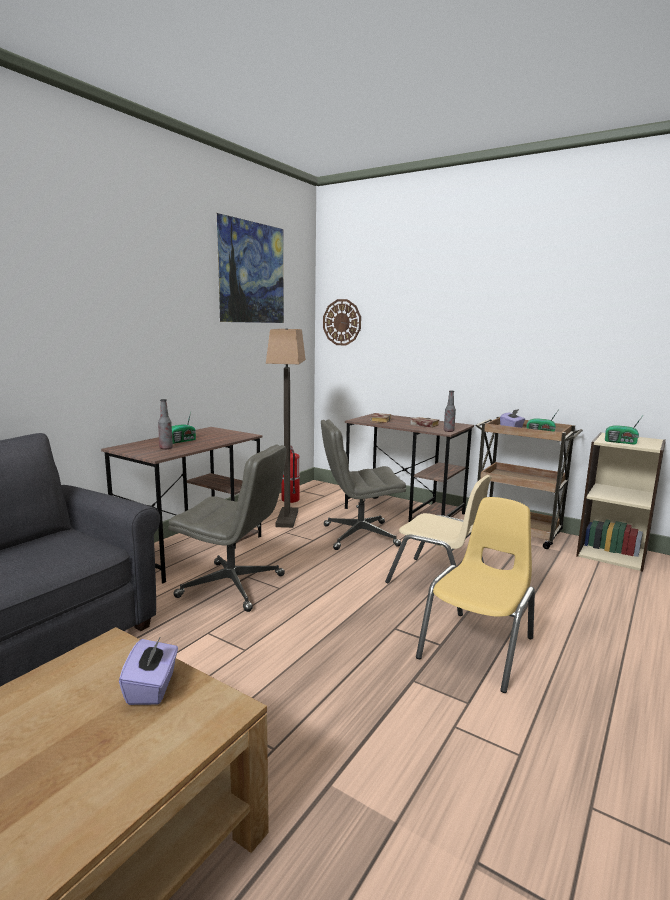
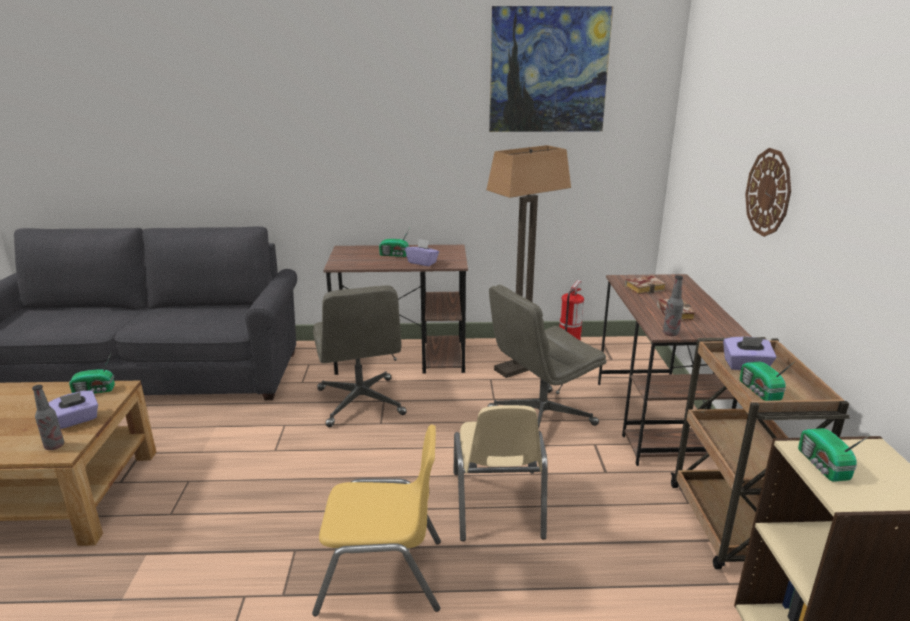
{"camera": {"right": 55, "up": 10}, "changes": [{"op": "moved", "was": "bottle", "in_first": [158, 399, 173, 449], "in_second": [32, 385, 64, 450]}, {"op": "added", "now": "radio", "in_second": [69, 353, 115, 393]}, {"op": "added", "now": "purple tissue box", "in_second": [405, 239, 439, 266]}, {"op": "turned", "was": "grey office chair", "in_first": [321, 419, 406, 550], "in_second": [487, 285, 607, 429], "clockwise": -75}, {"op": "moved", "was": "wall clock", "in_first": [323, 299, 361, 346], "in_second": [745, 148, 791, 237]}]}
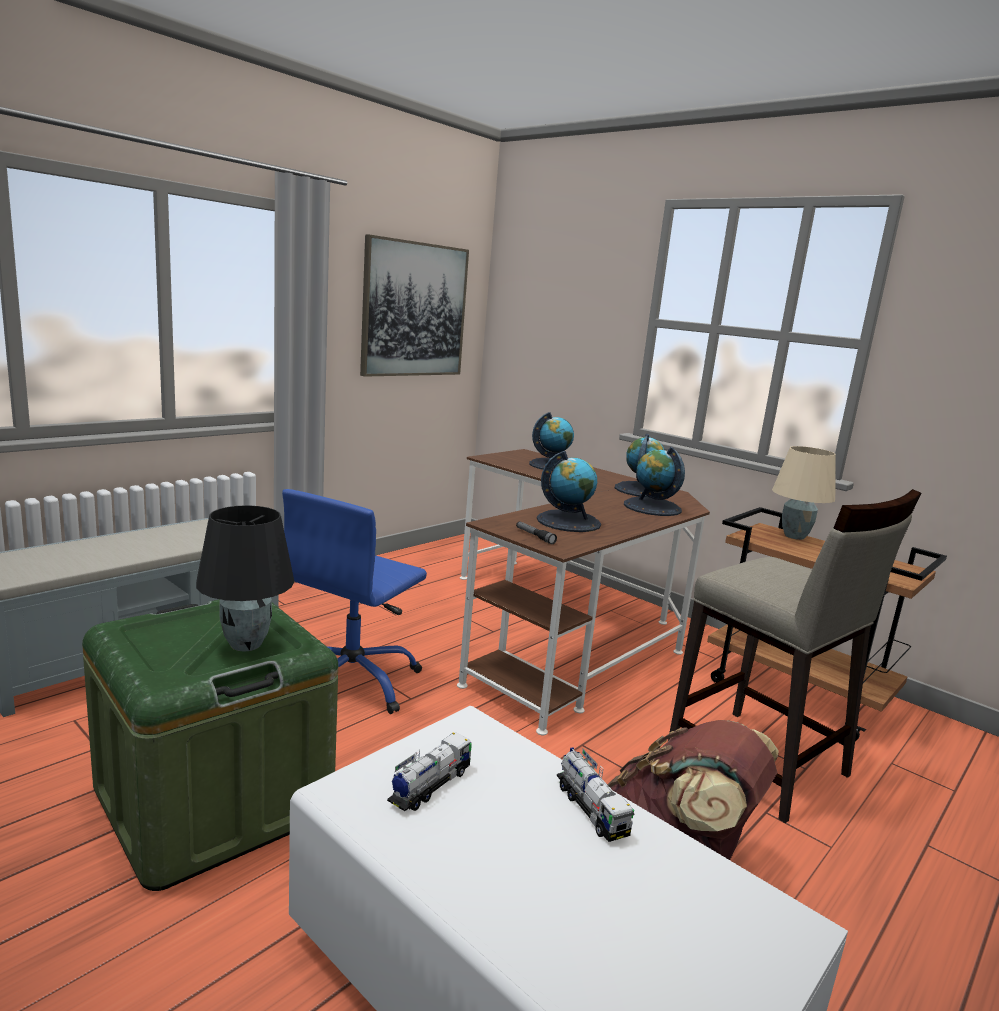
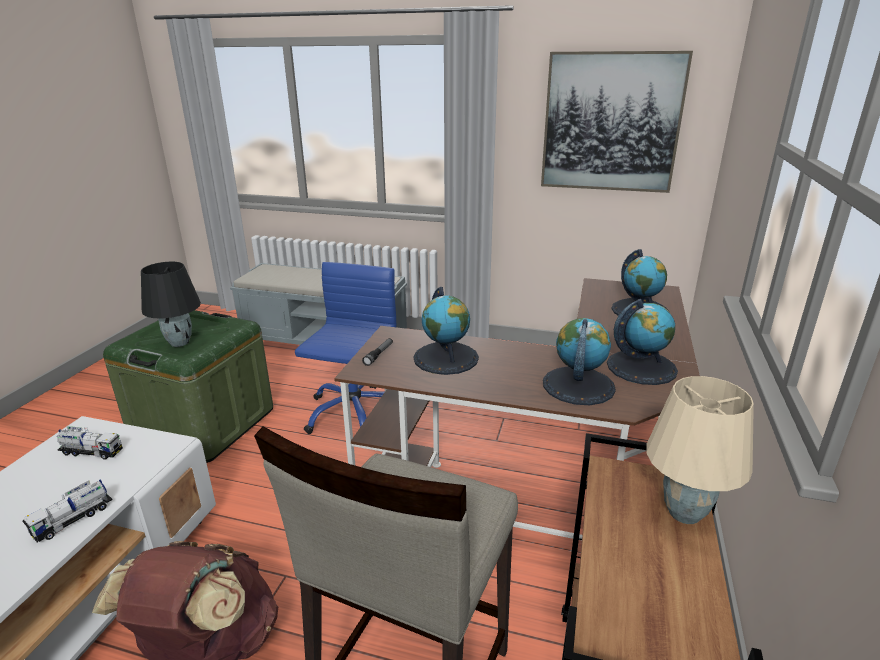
{"camera": {"right": 65, "up": 10}, "changes": [{"op": "turned", "was": "blue office chair", "in_first": [282, 489, 427, 714], "in_second": [295, 262, 396, 434], "clockwise": 105}]}
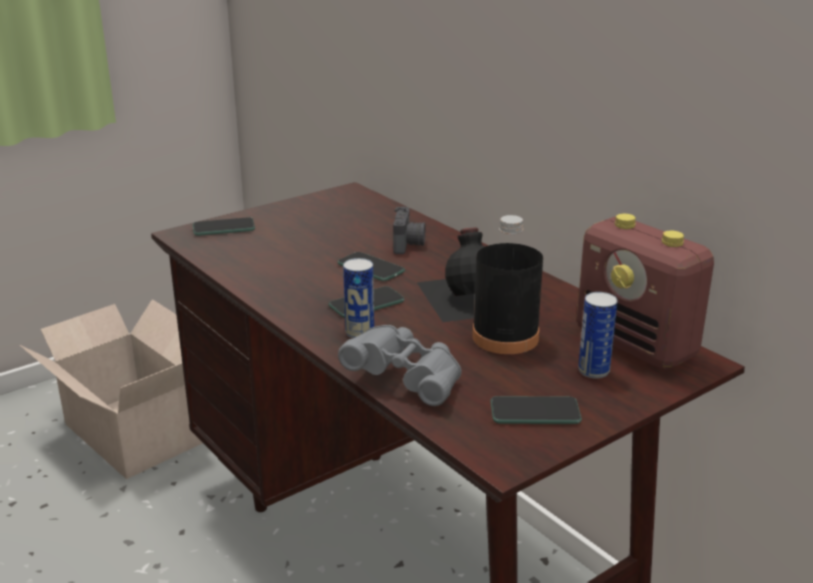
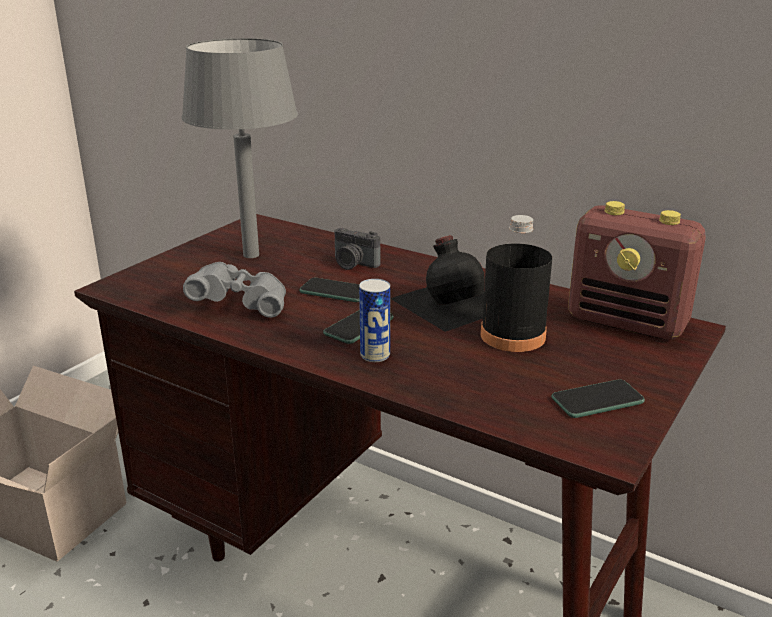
{"camera": {"right": -20, "up": 0}, "changes": [{"op": "added", "now": "grey table lamp", "in_second": [182, 38, 298, 258]}, {"op": "moved", "was": "grey binoculars", "in_first": [338, 325, 462, 406], "in_second": [183, 262, 286, 318]}, {"op": "turned", "was": "photo camera", "in_first": [393, 207, 425, 254], "in_second": [334, 228, 381, 270], "clockwise": 135}, {"op": "removed", "was": "phone", "in_first": [193, 217, 255, 236]}, {"op": "removed", "was": "can", "in_first": [578, 292, 618, 379]}]}
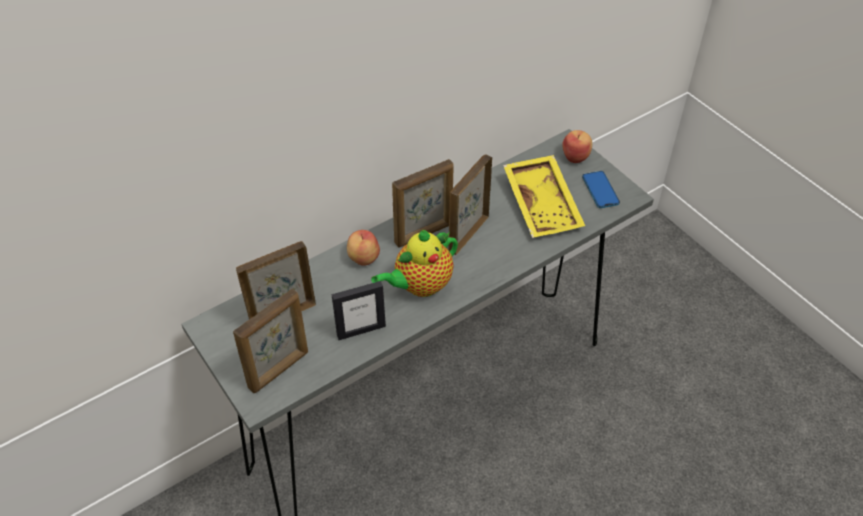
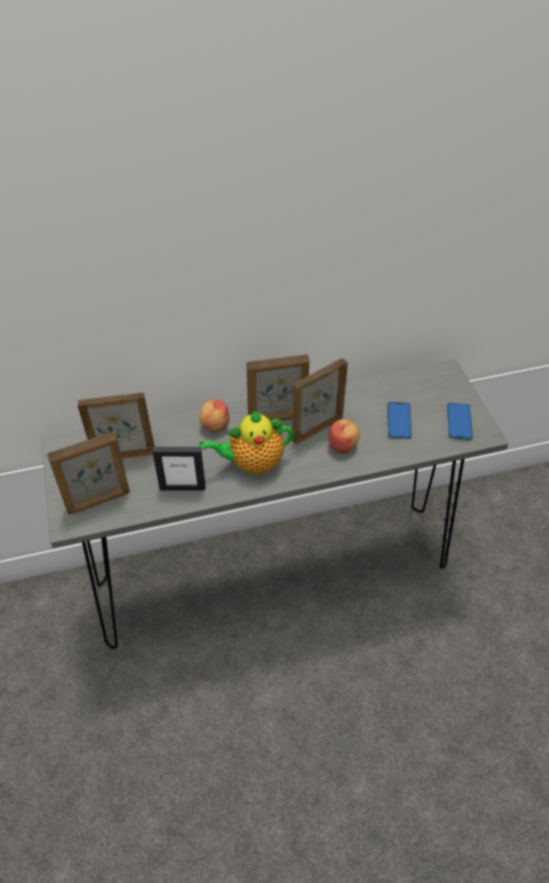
{"camera": {"right": 20, "up": 0}, "changes": [{"op": "moved", "was": "apple", "in_first": [562, 130, 592, 163], "in_second": [329, 419, 360, 453]}, {"op": "replaced", "was": "yellow tray", "now": "phone", "in_first": [503, 155, 585, 238], "in_second": [388, 402, 412, 439]}]}
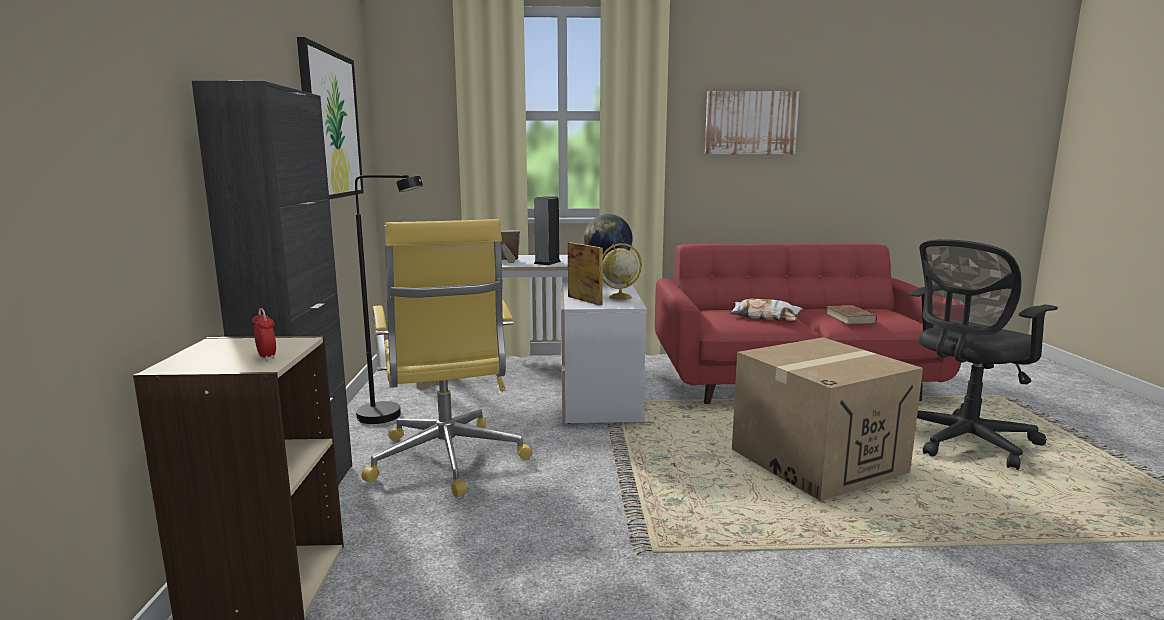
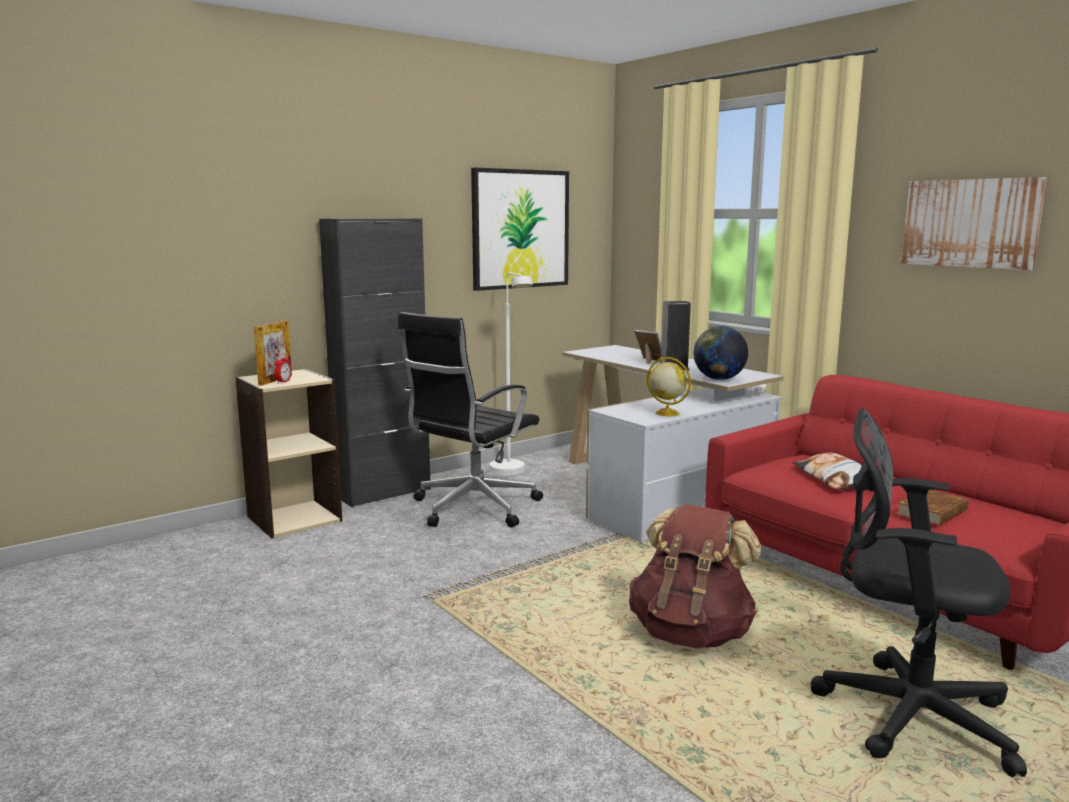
{"camera": {"right": 55, "up": 0}, "changes": [{"op": "moved", "was": "picture frame", "in_first": [568, 242, 603, 305], "in_second": [254, 320, 292, 386]}, {"op": "recoloured", "was": "yellow office chair", "now": "black office chair", "in_first": [361, 219, 532, 497], "in_second": [398, 312, 543, 528]}, {"op": "recoloured", "was": "black floor lamp", "now": "white floor lamp", "in_first": [355, 175, 423, 424], "in_second": [490, 272, 532, 475]}, {"op": "replaced", "was": "cardboard box", "now": "brown backpack", "in_first": [732, 337, 923, 501], "in_second": [629, 504, 761, 649]}]}
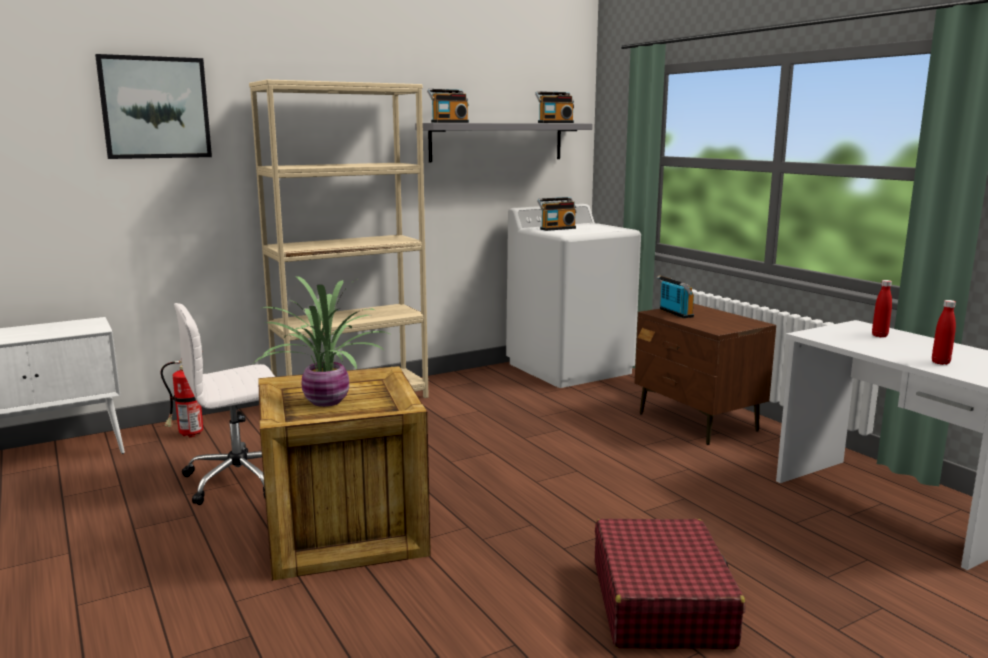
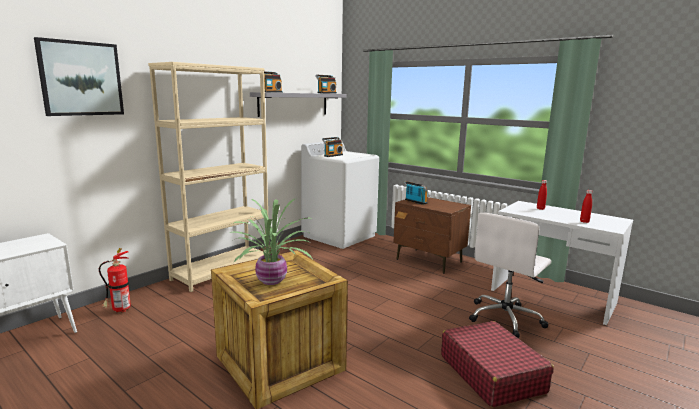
{"camera": {"right": -20, "up": 0}, "changes": [{"op": "moved", "was": "white office chair", "in_first": [174, 303, 275, 505], "in_second": [469, 213, 551, 338]}]}
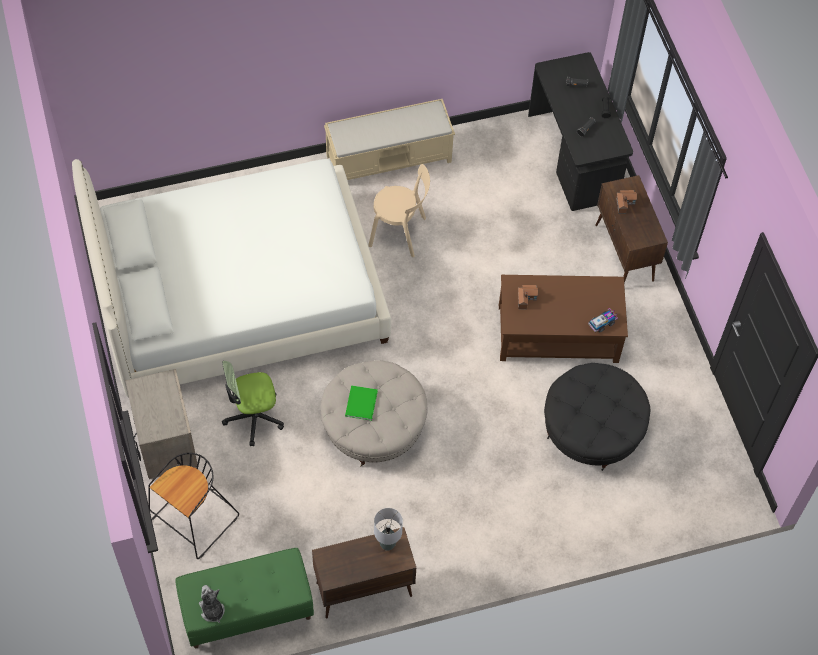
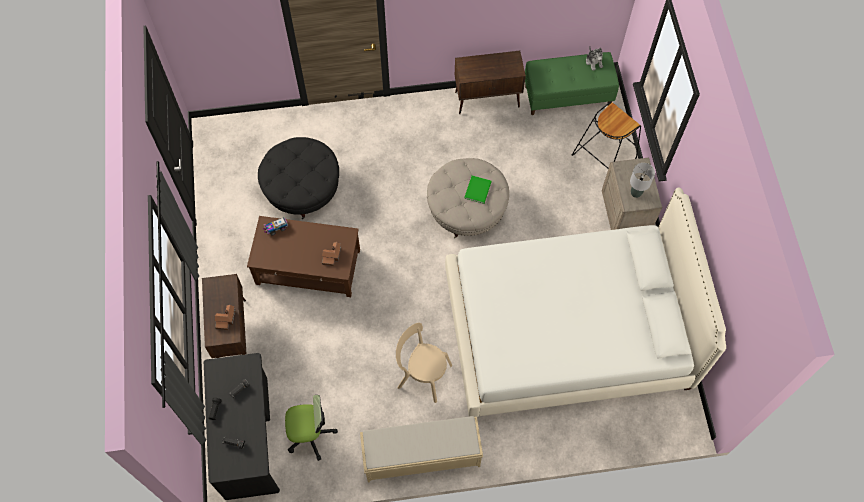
{"camera": {"right": -170, "up": 5}, "changes": [{"op": "moved", "was": "office chair", "in_first": [222, 361, 284, 446], "in_second": [285, 395, 338, 461]}, {"op": "moved", "was": "grey table lamp", "in_first": [374, 508, 403, 551], "in_second": [630, 163, 655, 198]}]}
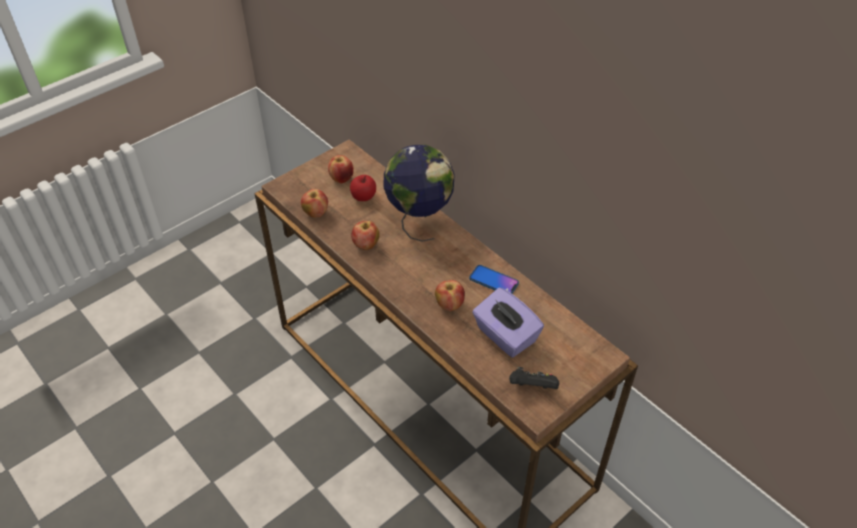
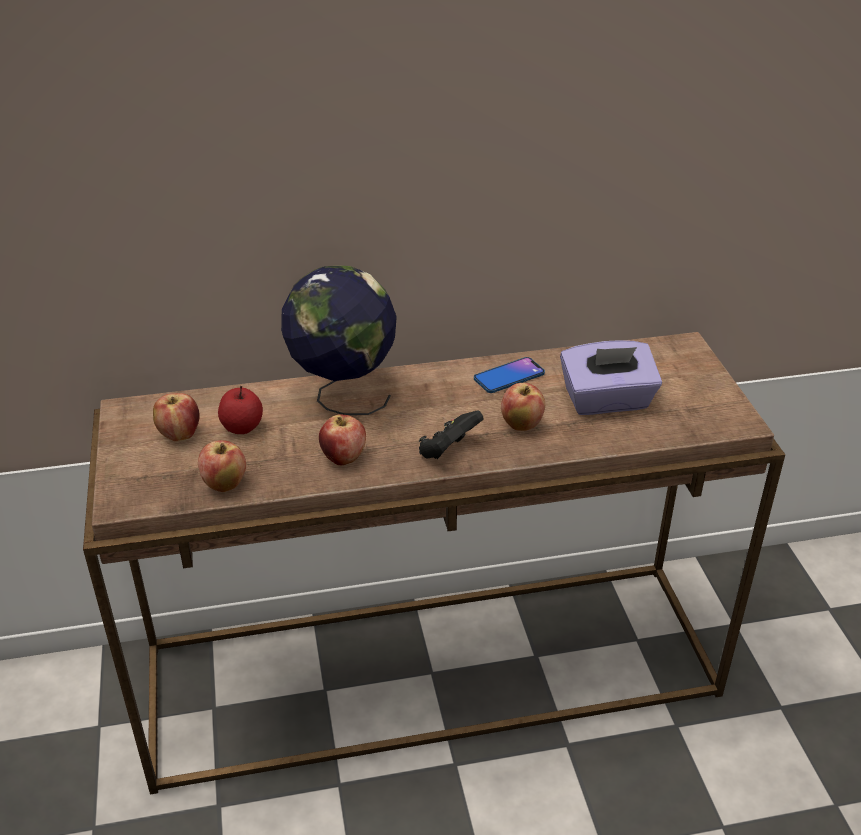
{"camera": {"right": -60, "up": -10}, "changes": [{"op": "moved", "was": "black game controller", "in_first": [509, 367, 559, 389], "in_second": [419, 410, 484, 459]}]}
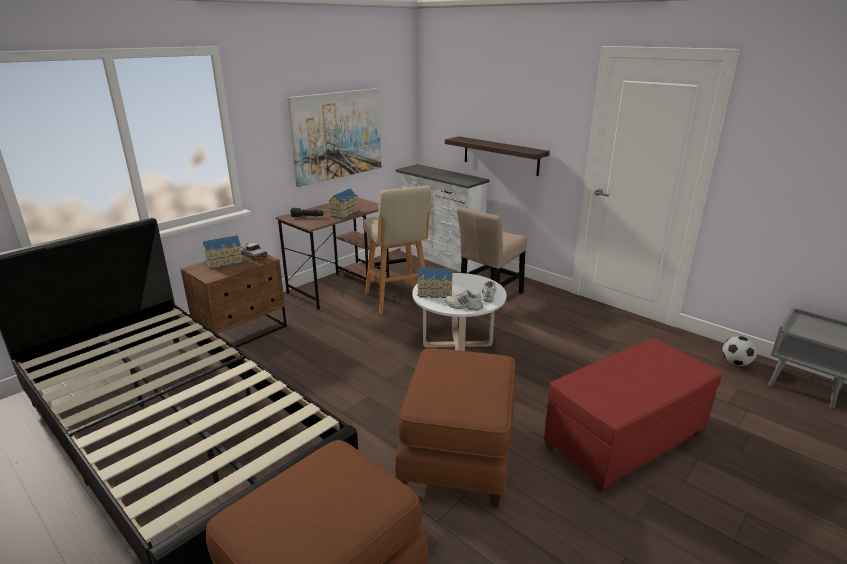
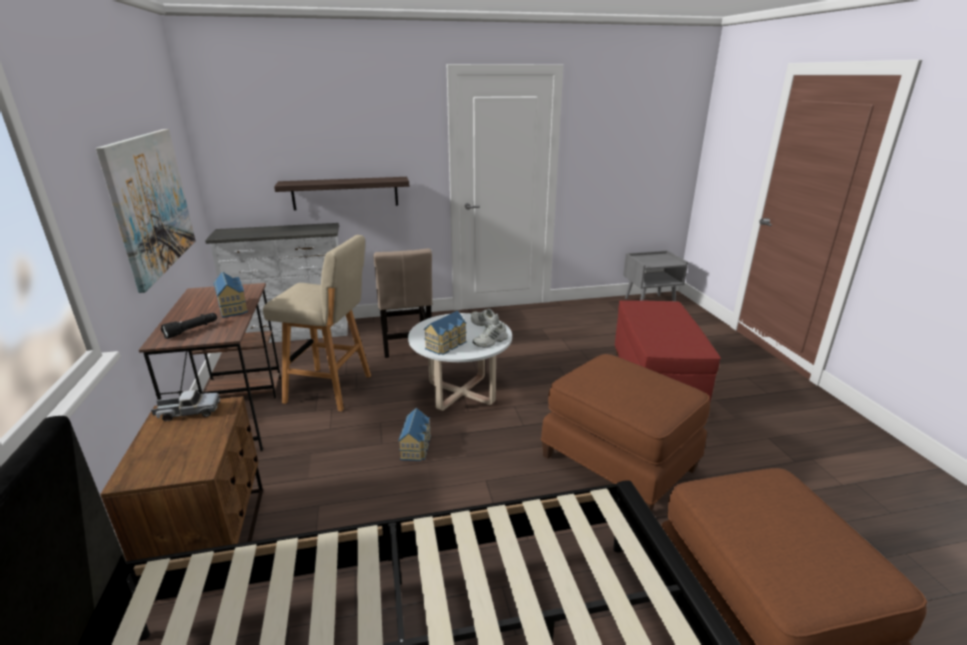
{"camera": {"right": -55, "up": 0}, "changes": [{"op": "moved", "was": "toy house", "in_first": [203, 235, 243, 269], "in_second": [398, 408, 431, 461]}, {"op": "removed", "was": "football", "in_first": [722, 336, 757, 366]}]}
